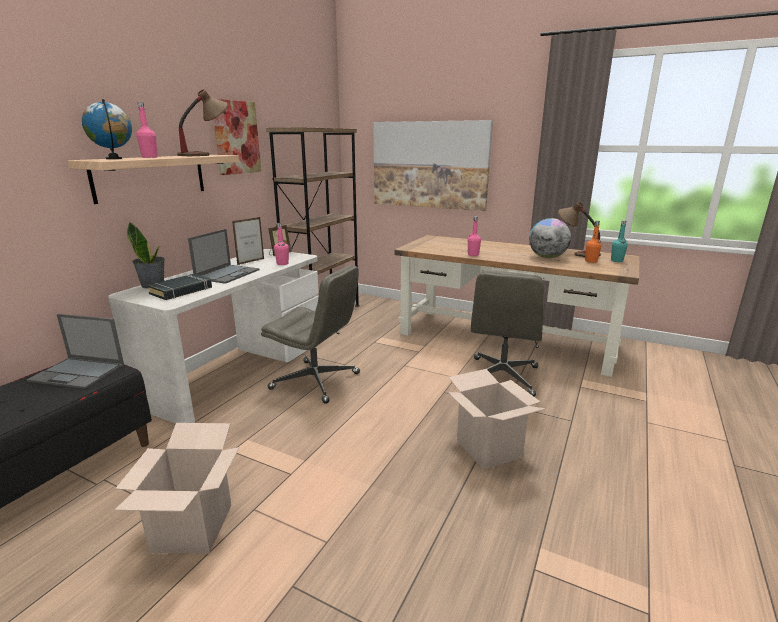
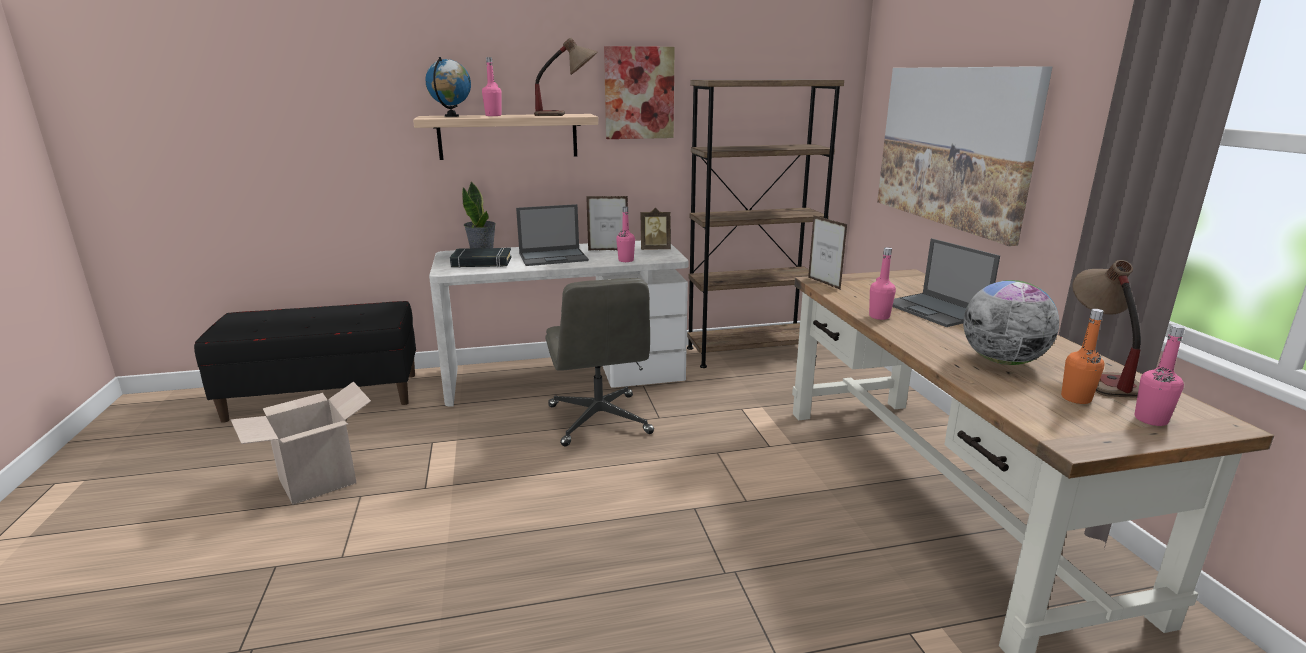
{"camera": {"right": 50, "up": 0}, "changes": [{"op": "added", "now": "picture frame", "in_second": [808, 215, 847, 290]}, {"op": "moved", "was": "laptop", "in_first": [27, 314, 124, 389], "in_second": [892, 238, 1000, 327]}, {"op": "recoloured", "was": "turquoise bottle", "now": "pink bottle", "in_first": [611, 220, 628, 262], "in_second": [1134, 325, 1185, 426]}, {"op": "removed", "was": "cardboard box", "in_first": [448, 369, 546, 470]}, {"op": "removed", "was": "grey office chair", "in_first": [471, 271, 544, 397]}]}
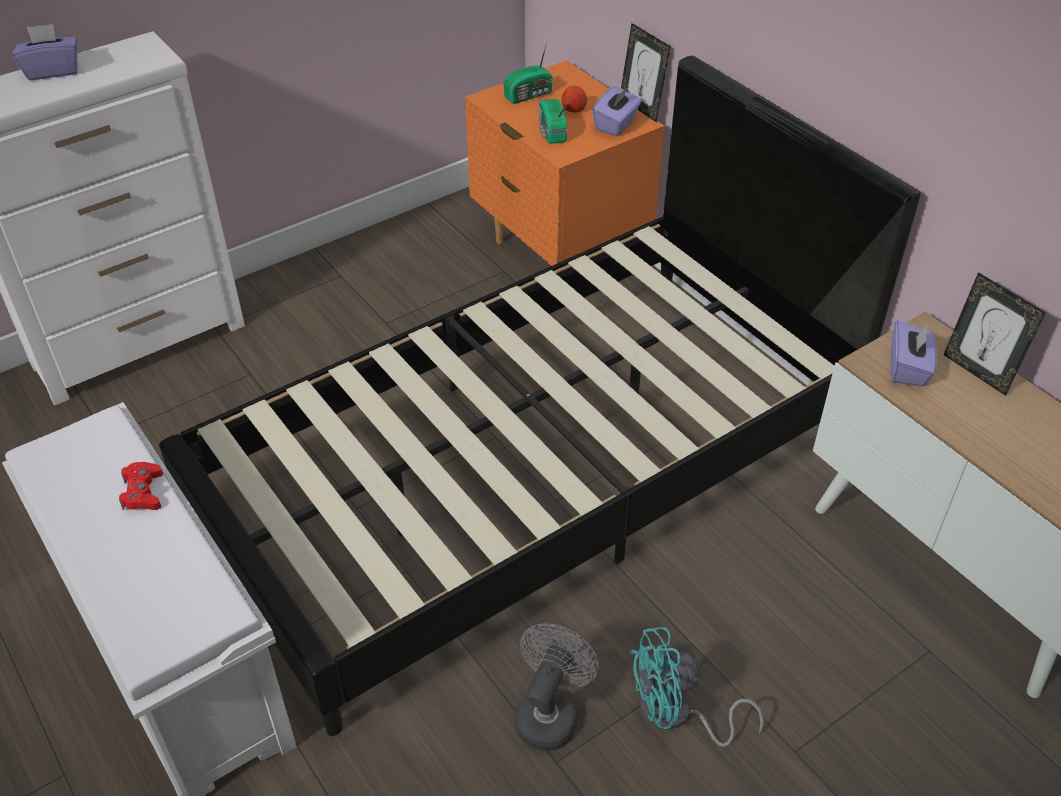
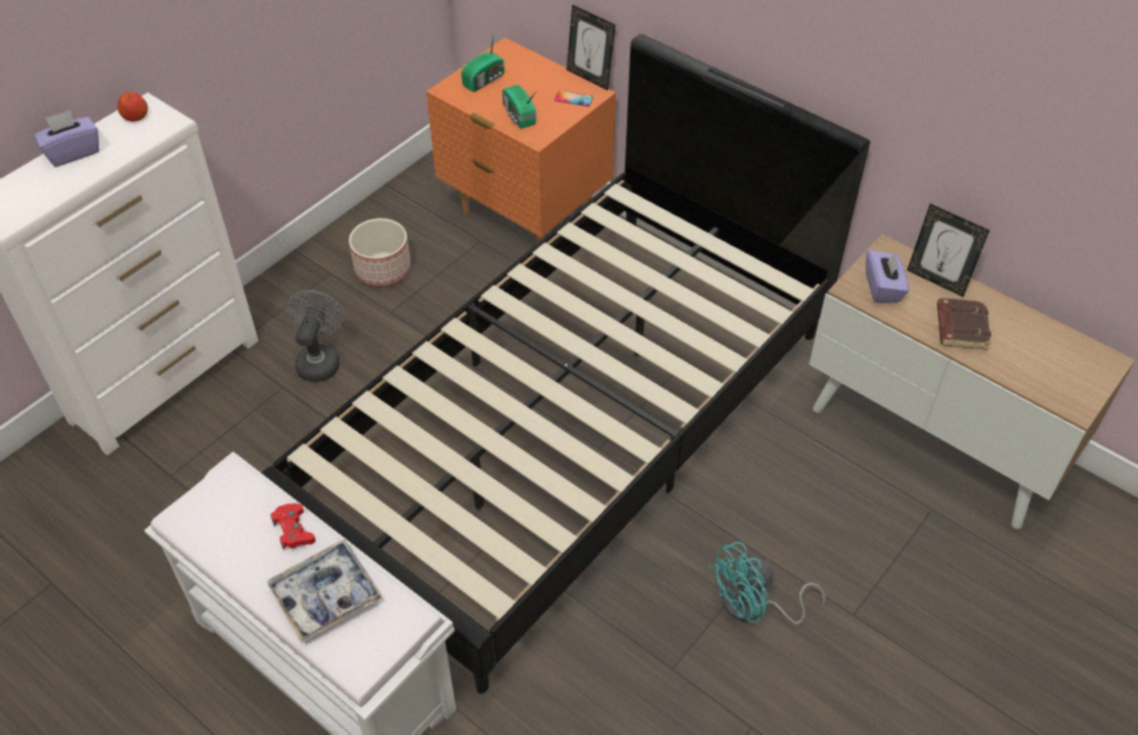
{"camera": {"right": -15, "up": 5}, "changes": [{"op": "moved", "was": "apple", "in_first": [561, 86, 587, 113], "in_second": [118, 92, 148, 122]}, {"op": "added", "now": "tray", "in_second": [267, 539, 382, 643]}, {"op": "moved", "was": "grey fan", "in_first": [515, 623, 599, 750], "in_second": [286, 290, 344, 382]}, {"op": "added", "now": "planter", "in_second": [349, 218, 411, 287]}, {"op": "replaced", "was": "purple tissue box", "now": "phone", "in_first": [592, 86, 641, 136], "in_second": [554, 91, 593, 107]}, {"op": "added", "now": "brown book", "in_second": [937, 298, 991, 350]}]}
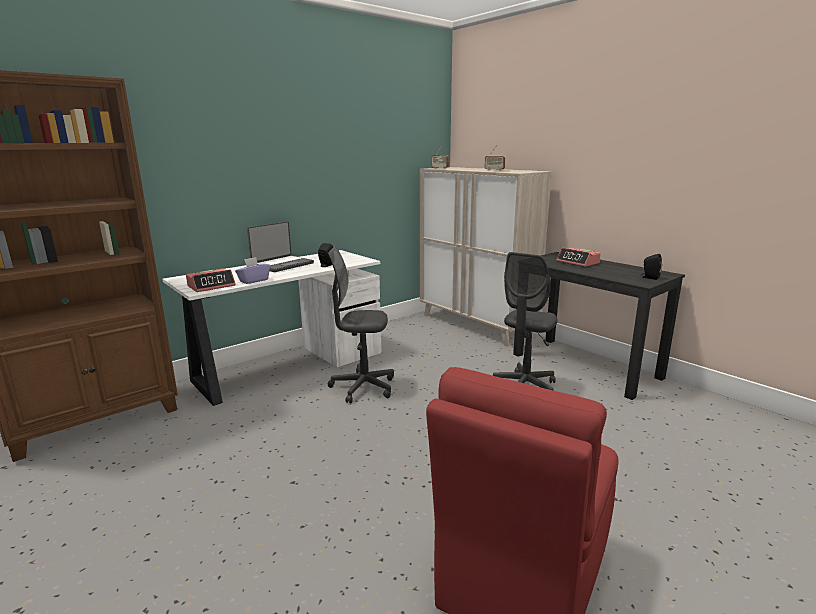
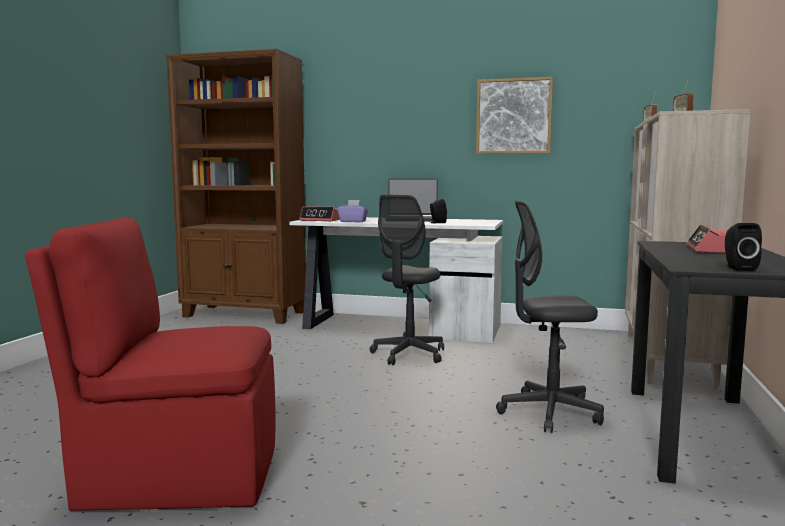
{"camera": {"right": 55, "up": -10}, "changes": [{"op": "turned", "was": "grey office chair", "in_first": [328, 247, 394, 403], "in_second": [370, 195, 444, 365], "clockwise": -120}, {"op": "added", "now": "picture", "in_second": [476, 77, 553, 154]}]}
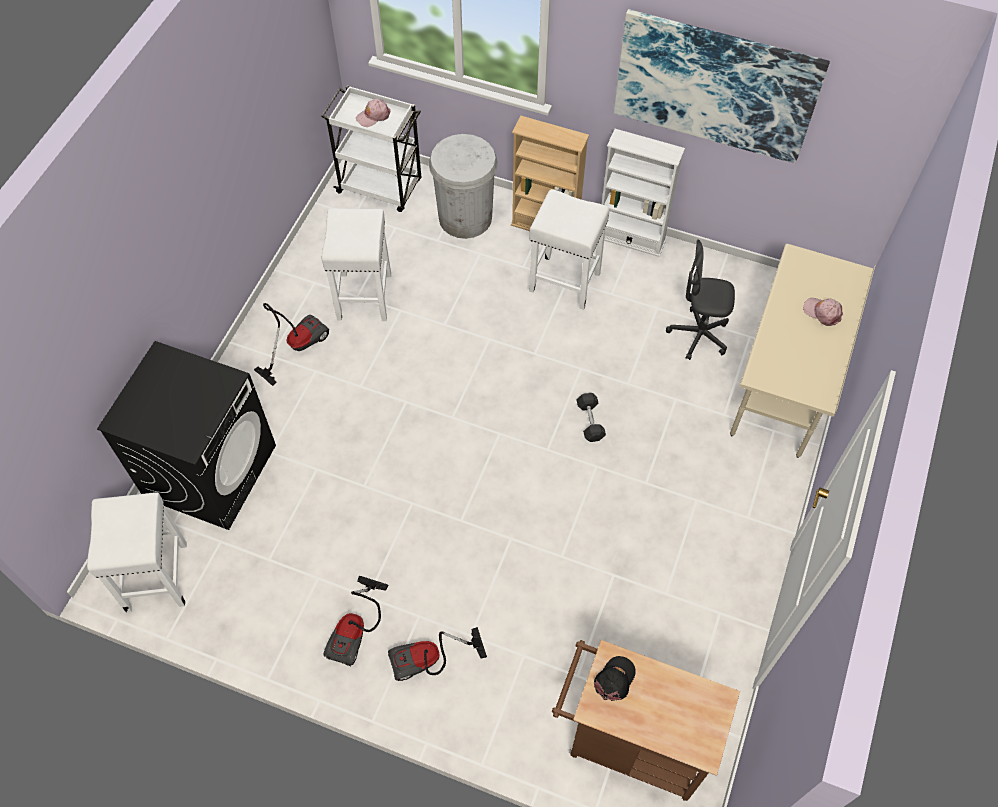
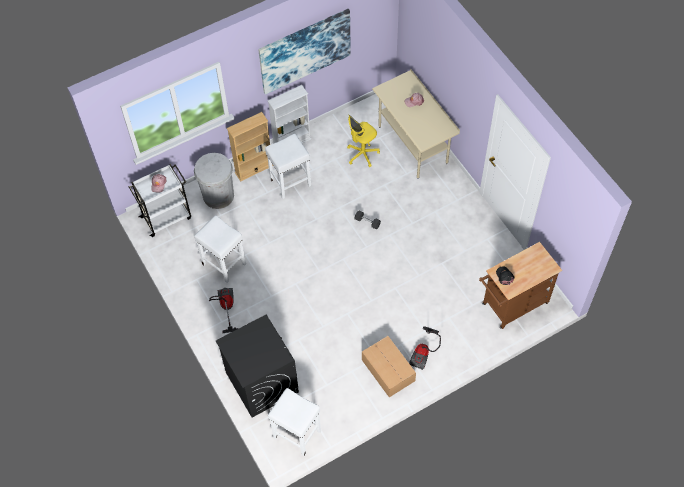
{"camera": {"right": -50, "up": 0}, "changes": [{"op": "recoloured", "was": "grey office chair", "now": "yellow office chair", "in_first": [666, 239, 735, 360], "in_second": [347, 114, 380, 167]}, {"op": "replaced", "was": "vacuum cleaner", "now": "cardboard box", "in_first": [323, 576, 389, 667], "in_second": [362, 336, 416, 397]}]}
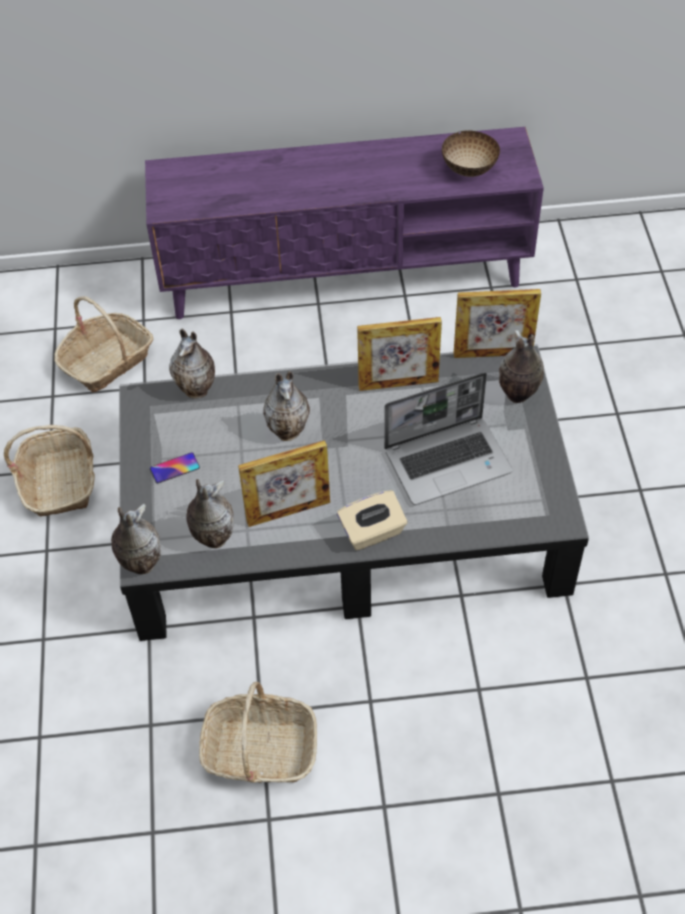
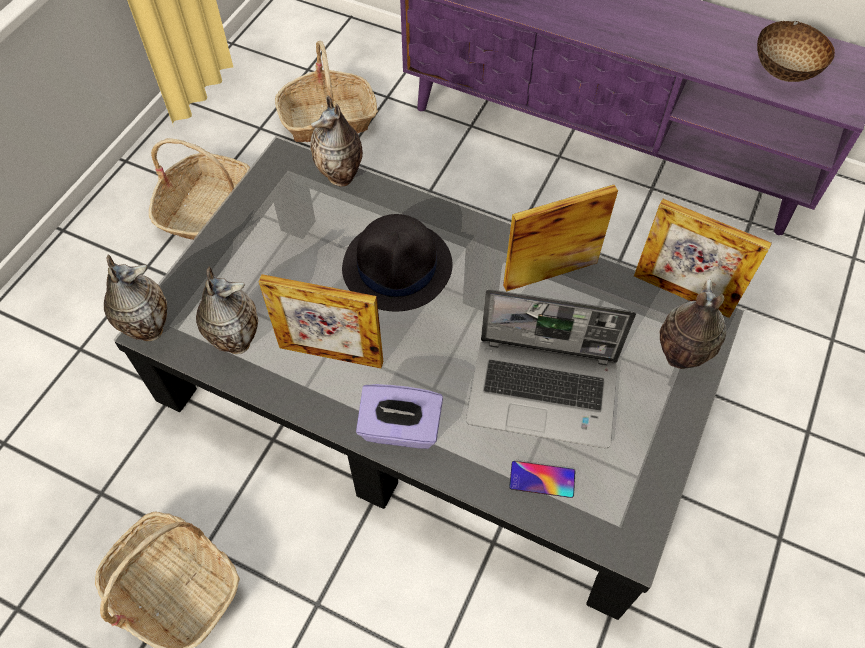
{"camera": {"right": 30, "up": 5}, "changes": [{"op": "replaced", "was": "vase", "now": "black hat", "in_first": [263, 371, 310, 441], "in_second": [342, 214, 453, 311]}, {"op": "recoloured", "was": "beige tissue box", "now": "purple tissue box", "in_first": [337, 490, 407, 551], "in_second": [356, 384, 443, 449]}, {"op": "turned", "was": "picture frame", "in_first": [357, 317, 442, 391], "in_second": [503, 185, 618, 292], "clockwise": 135}, {"op": "moved", "was": "phone", "in_first": [150, 452, 200, 483], "in_second": [509, 461, 575, 498]}]}
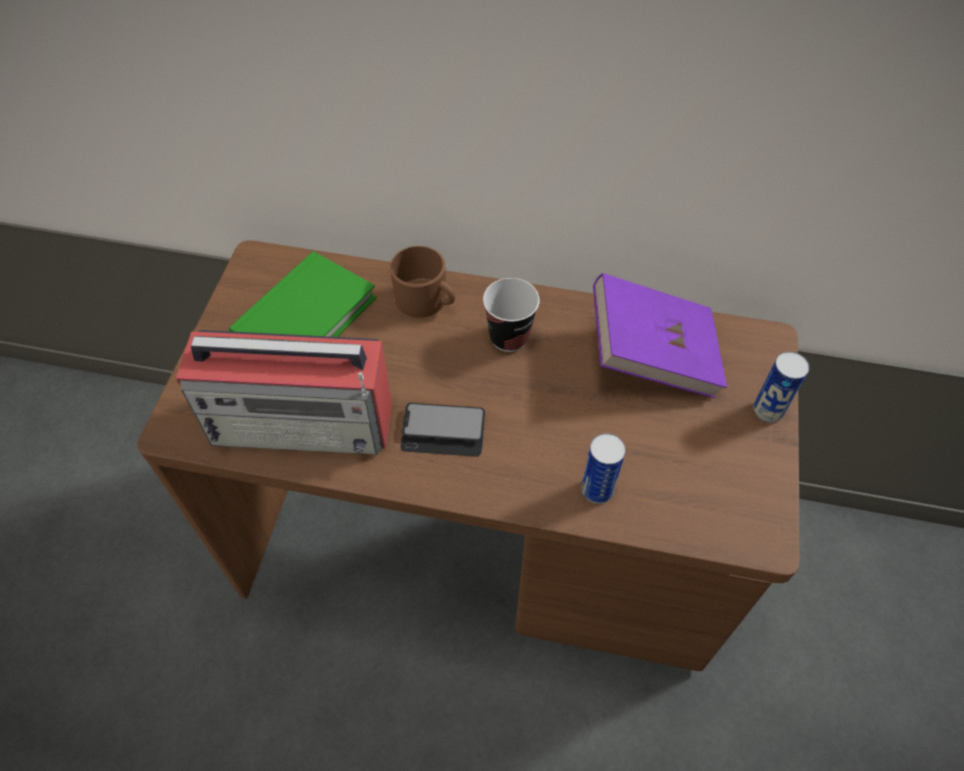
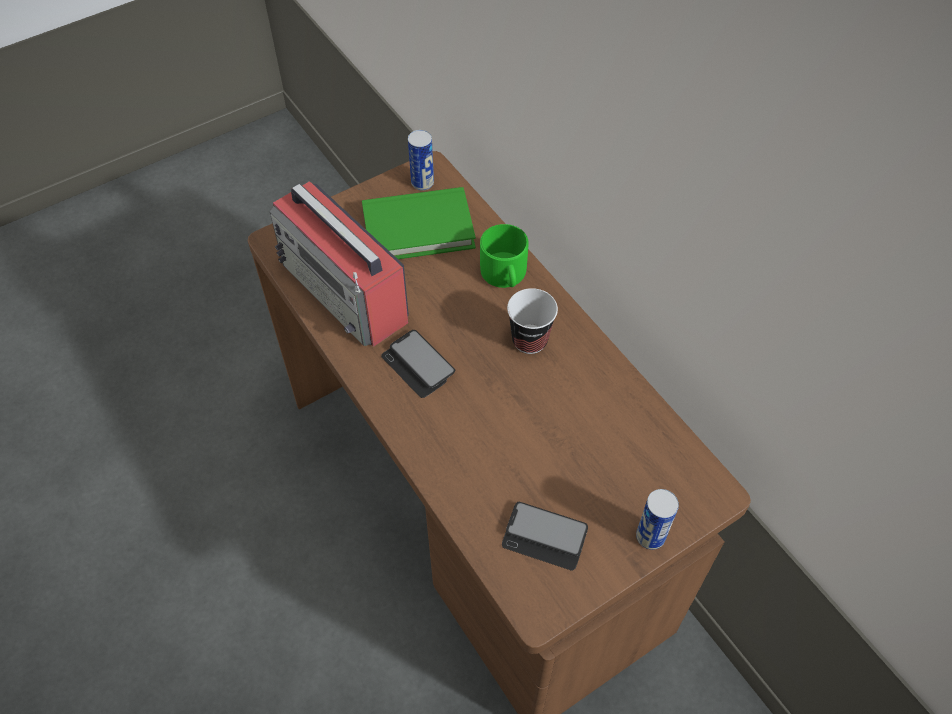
{"camera": {"right": 45, "up": 0}, "changes": [{"op": "moved", "was": "can", "in_first": [581, 433, 625, 504], "in_second": [408, 130, 434, 190]}, {"op": "recoloured", "was": "brown mug", "now": "green mug", "in_first": [390, 246, 455, 318], "in_second": [480, 224, 529, 288]}, {"op": "added", "now": "phone", "in_second": [502, 502, 588, 571]}, {"op": "removed", "was": "purple book", "in_first": [593, 273, 727, 398]}]}
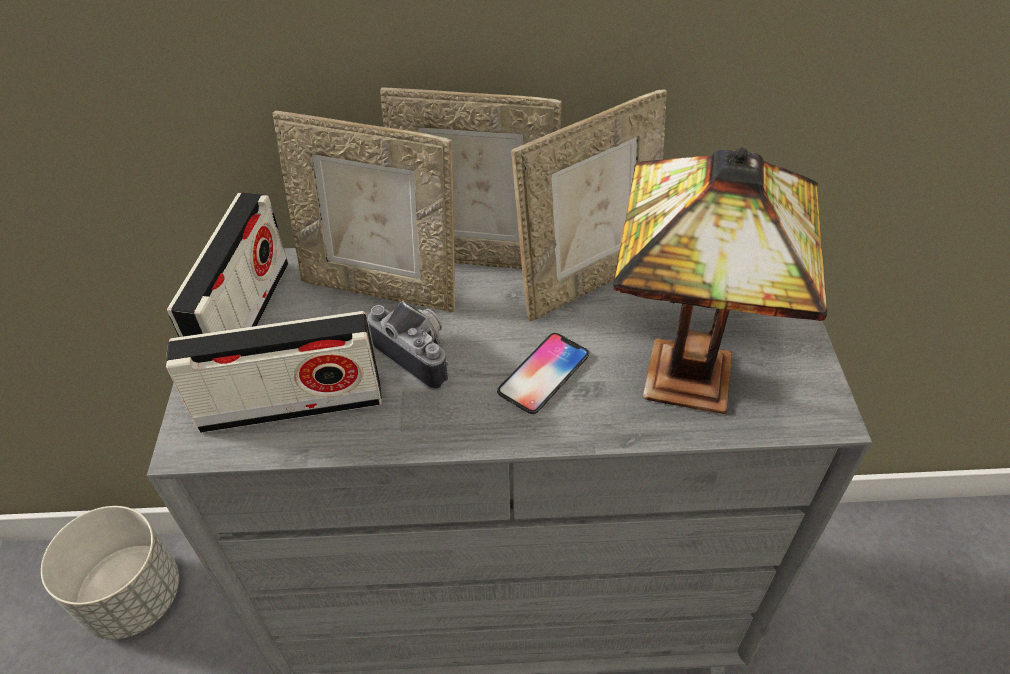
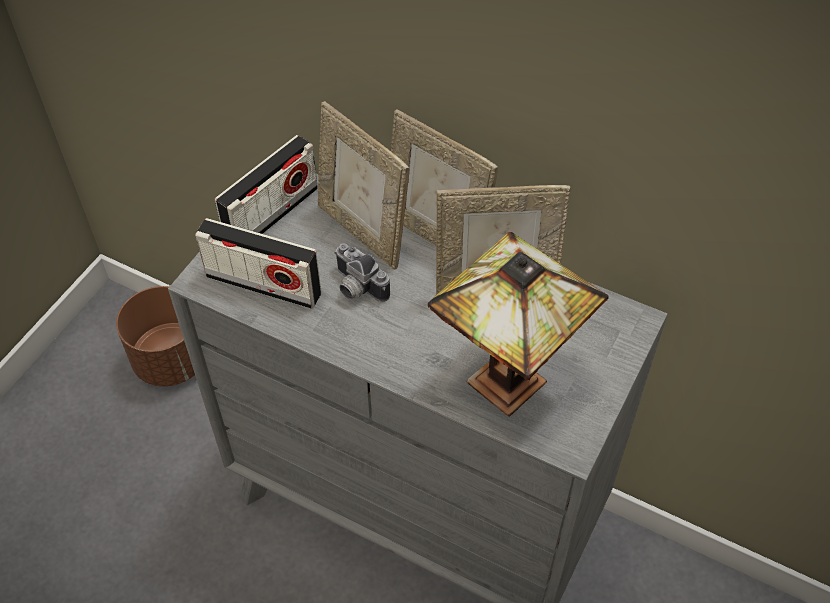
{"camera": {"right": 30, "up": 5}, "changes": [{"op": "recoloured", "was": "grey planter", "now": "brown planter", "in_first": [41, 506, 179, 640], "in_second": [116, 286, 195, 386]}, {"op": "turned", "was": "photo camera", "in_first": [368, 300, 449, 391], "in_second": [334, 243, 390, 302], "clockwise": 150}, {"op": "removed", "was": "phone", "in_first": [497, 333, 590, 414]}]}
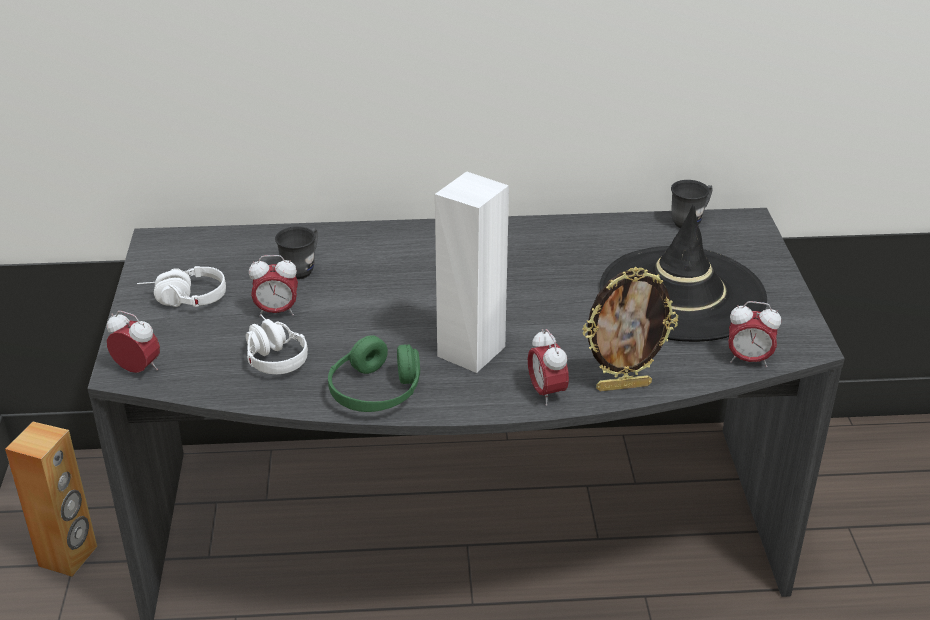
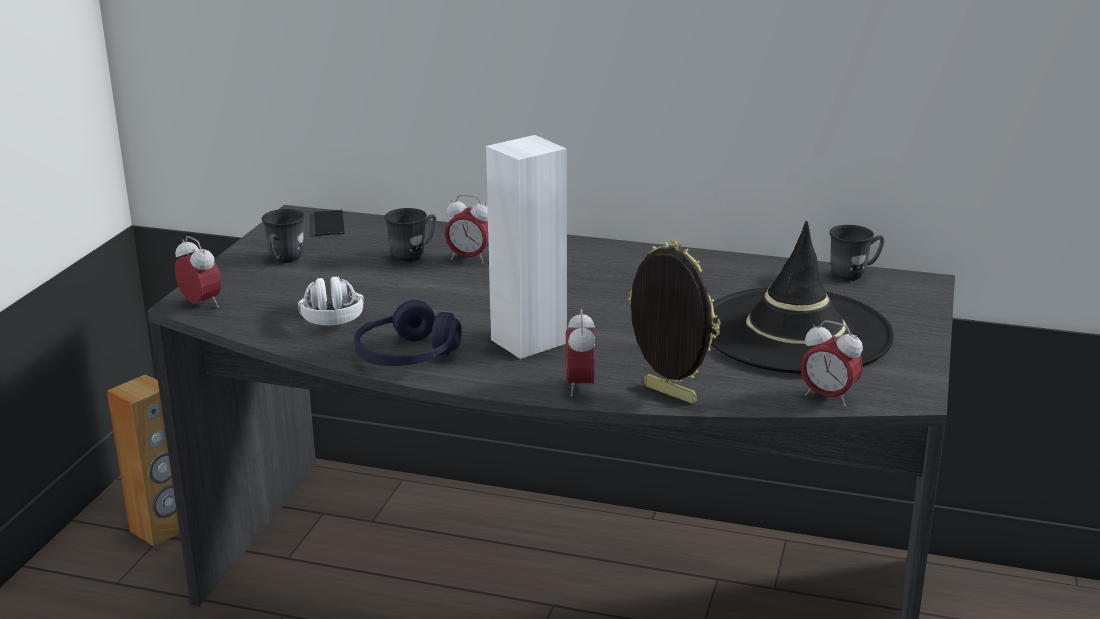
{"camera": {"right": 20, "up": -10}, "changes": [{"op": "replaced", "was": "white headphones", "now": "grey mug", "in_first": [137, 266, 226, 307], "in_second": [262, 209, 305, 263]}, {"op": "added", "now": "phone", "in_second": [313, 210, 345, 236]}, {"op": "recoloured", "was": "green headphones", "now": "purple headphones", "in_first": [328, 335, 420, 412], "in_second": [354, 300, 462, 366]}, {"op": "moved", "was": "alarm clock", "in_first": [249, 255, 298, 317], "in_second": [445, 195, 488, 263]}, {"op": "turned", "was": "picture frame", "in_first": [583, 267, 678, 391], "in_second": [628, 240, 721, 404], "clockwise": -150}]}
